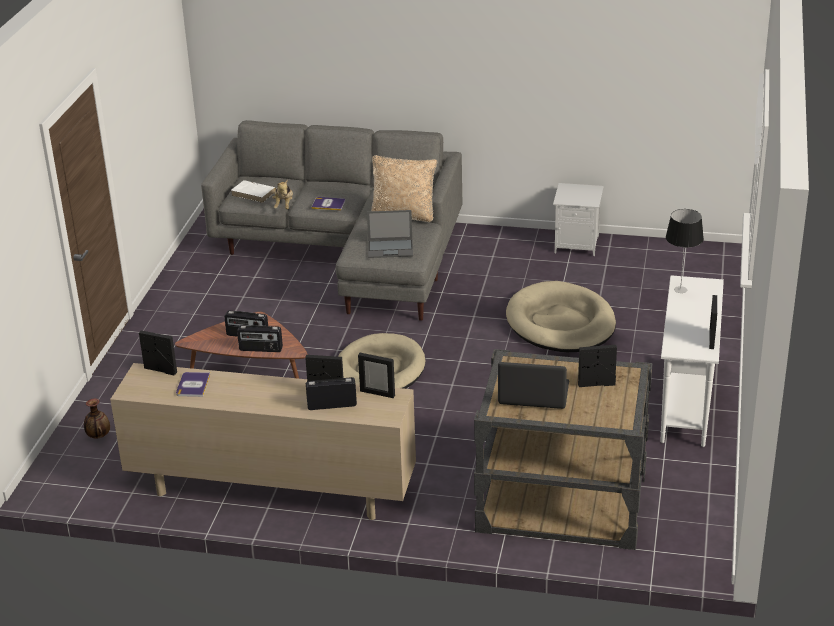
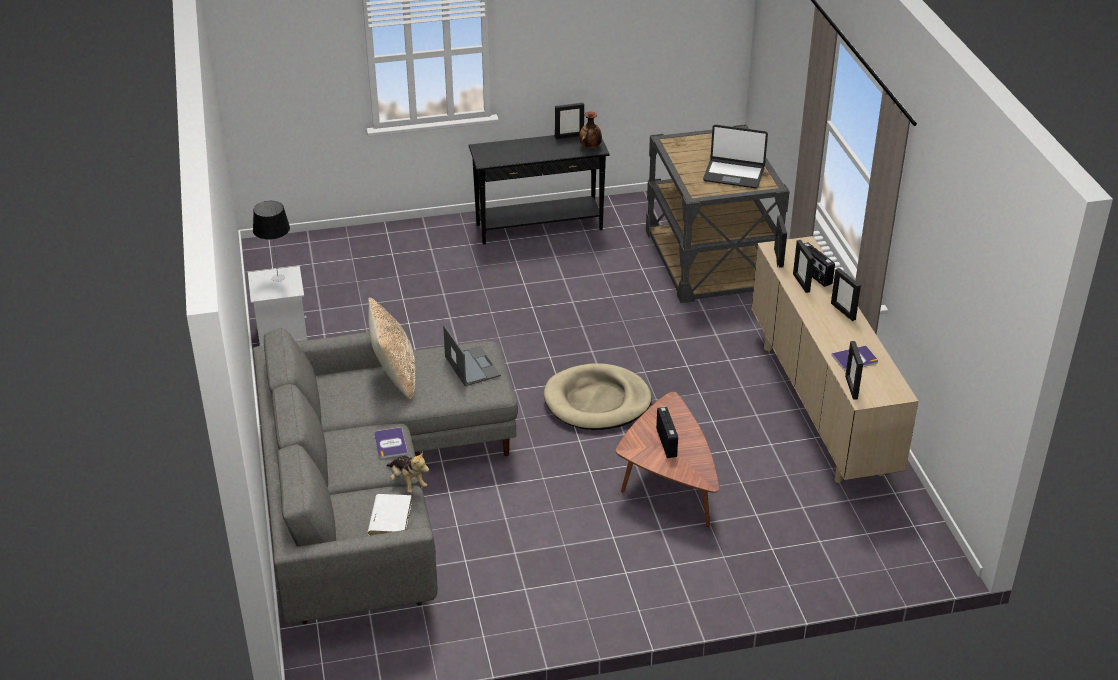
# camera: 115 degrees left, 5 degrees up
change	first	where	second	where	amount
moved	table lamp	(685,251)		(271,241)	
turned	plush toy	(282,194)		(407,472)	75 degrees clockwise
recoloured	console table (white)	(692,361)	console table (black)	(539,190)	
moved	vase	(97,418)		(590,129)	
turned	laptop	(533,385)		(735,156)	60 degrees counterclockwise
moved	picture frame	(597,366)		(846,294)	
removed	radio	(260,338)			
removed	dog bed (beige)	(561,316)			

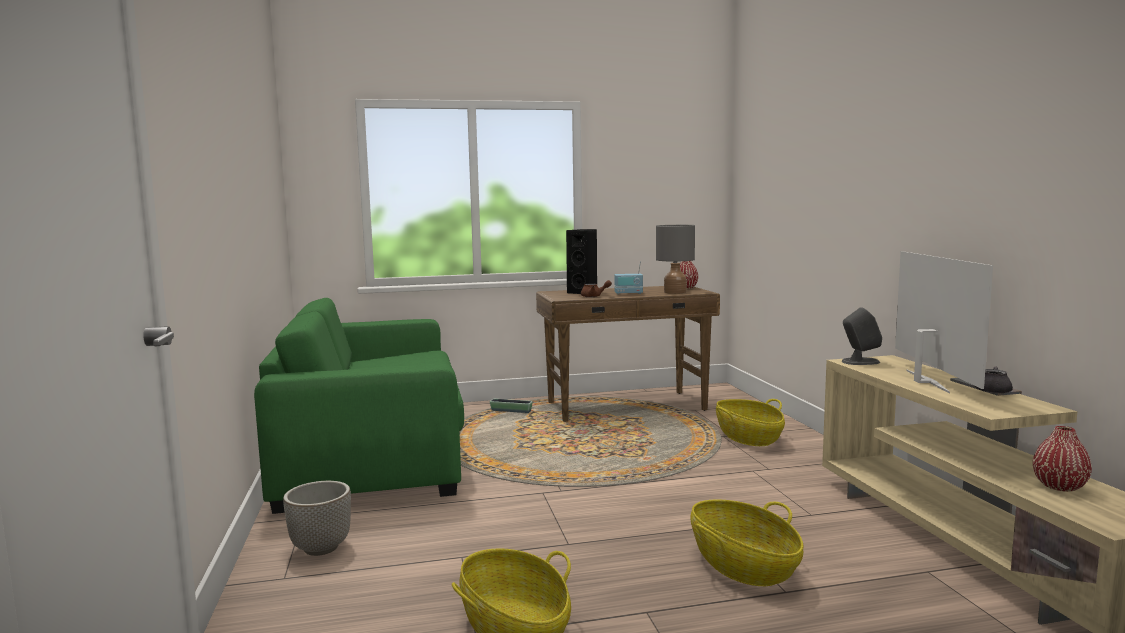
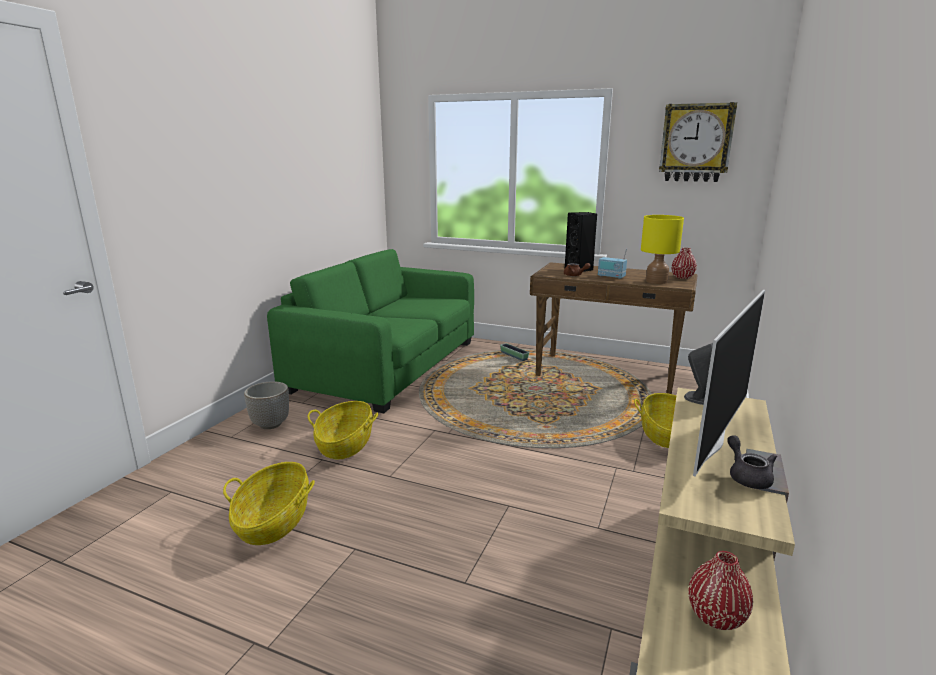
# camera: 35 degrees right, 10 degrees up
change	first	where	second	where	amount
moved	basket	(747,543)		(343,430)	
recoloured	table lamp (grey)	(675,259)	table lamp (yellow)	(662,249)	
added			wall clock	(698,142)	

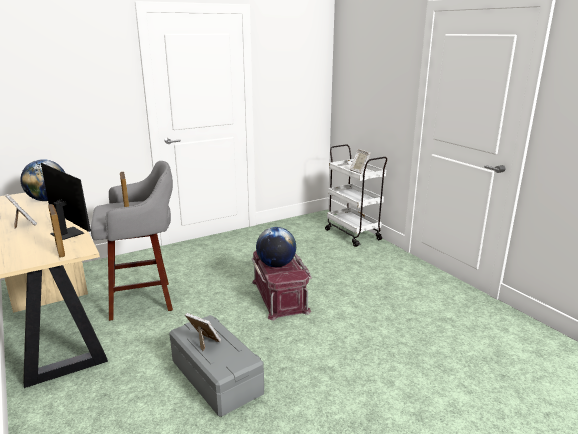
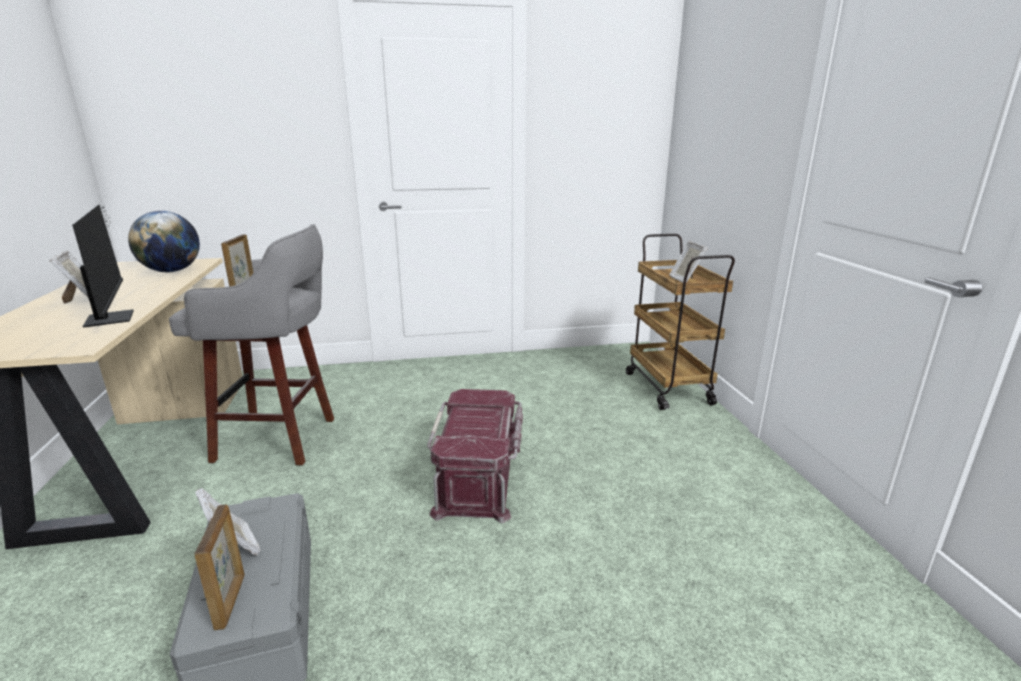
# camera: 20 degrees right, 0 degrees up
change	first	where	second	where	amount
moved	picture frame	(56,231)		(219,567)	
recoloured	cart (white)	(356,195)	cart (brown)	(680,322)	
removed	globe	(276,247)			

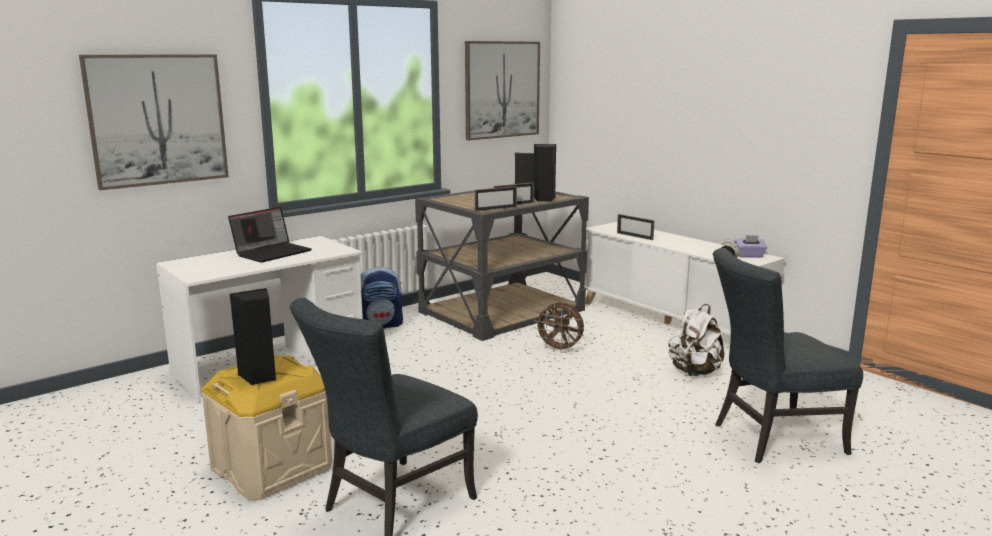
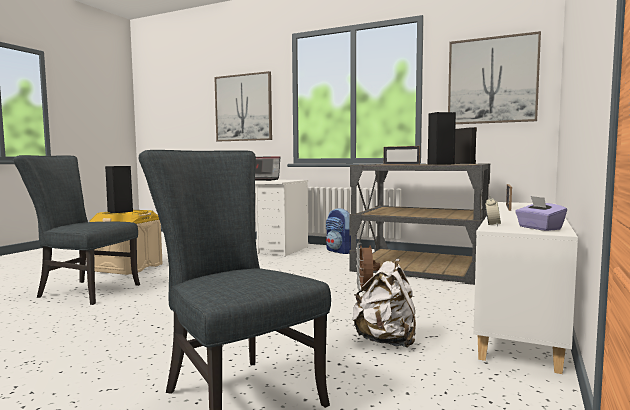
# camera: 65 degrees right, 10 degrees down
change	first	where	second	where	amount
removed	picture frame	(496,199)			

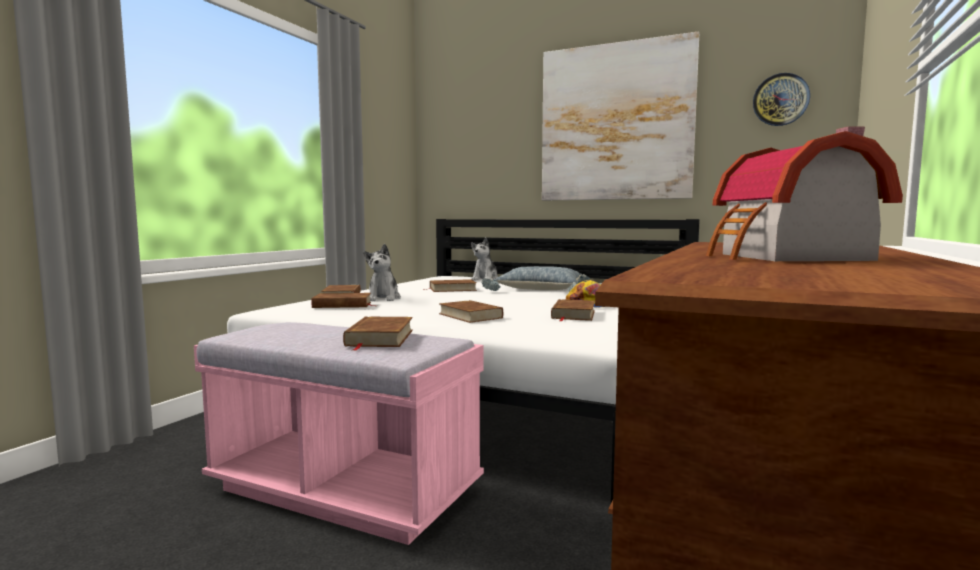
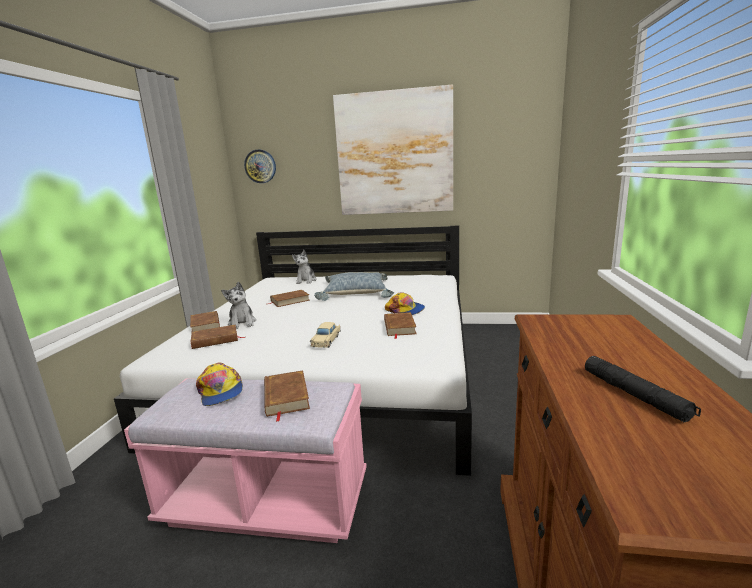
# camera: 15 degrees left, 10 degrees up
change	first	where	second	where	amount
added			cap	(219,384)	
moved	wall clock	(781,99)		(260,166)	
replaced	book (brown)	(471,311)	toy car (beige)	(325,335)	
replaced	toy house	(804,193)	flashlight (black)	(643,389)	

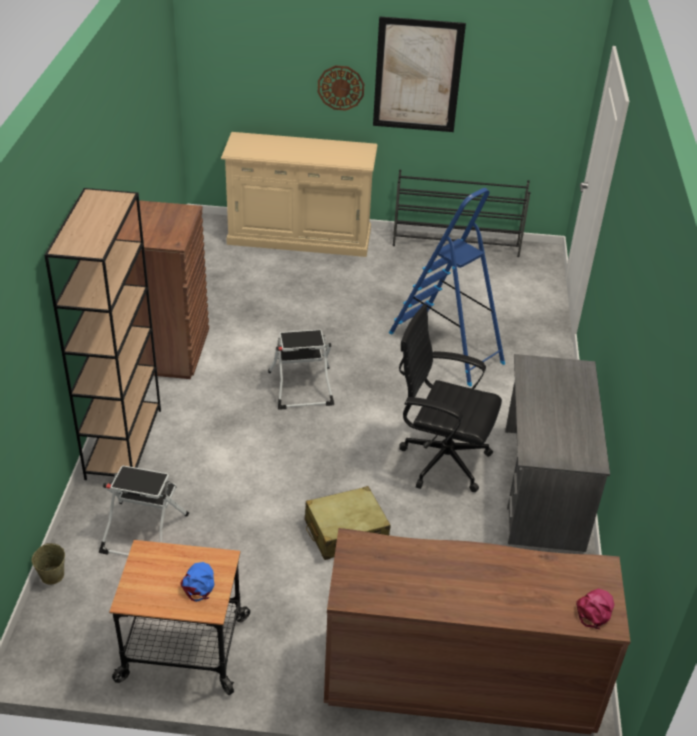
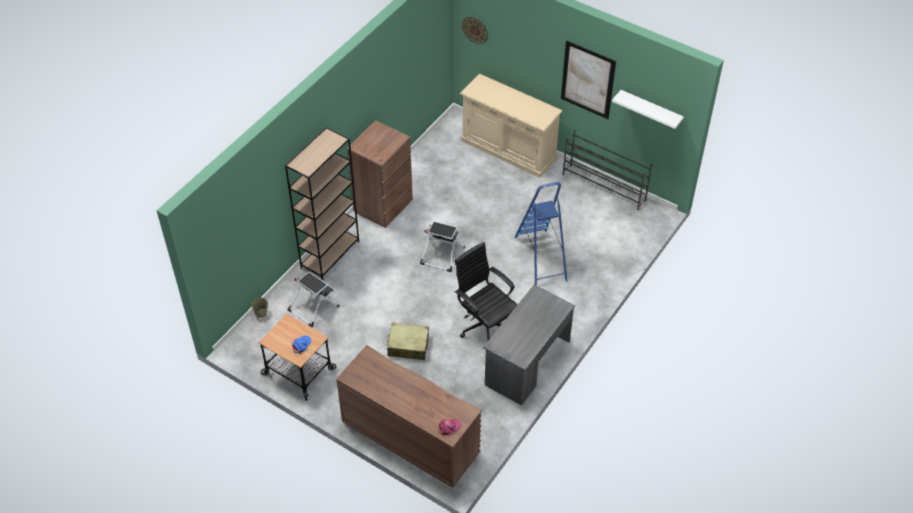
# camera: 30 degrees right, 10 degrees up
change	first	where	second	where	amount
moved	wall clock	(341,88)		(475,30)	
added			shelf (white)	(648,109)	

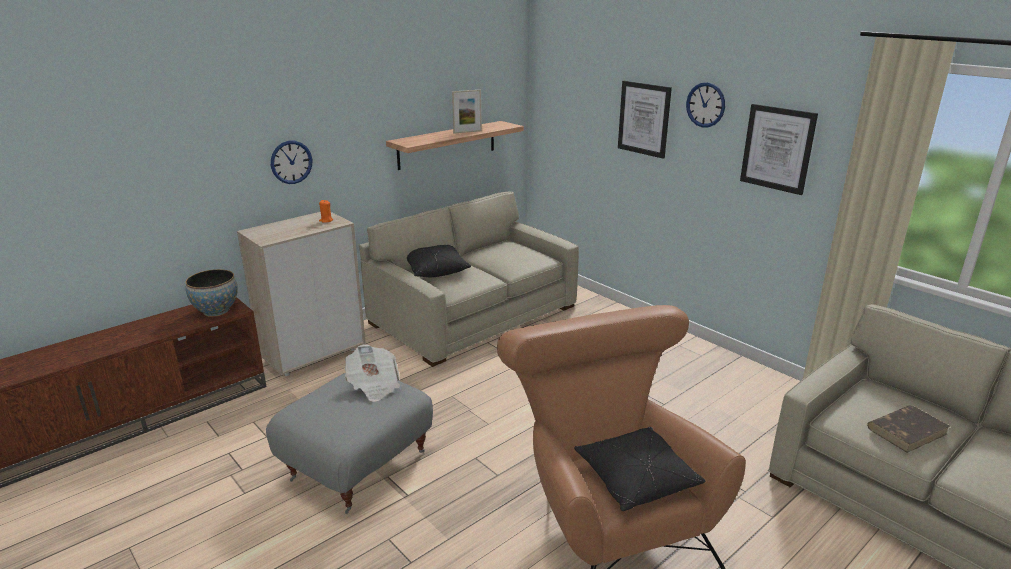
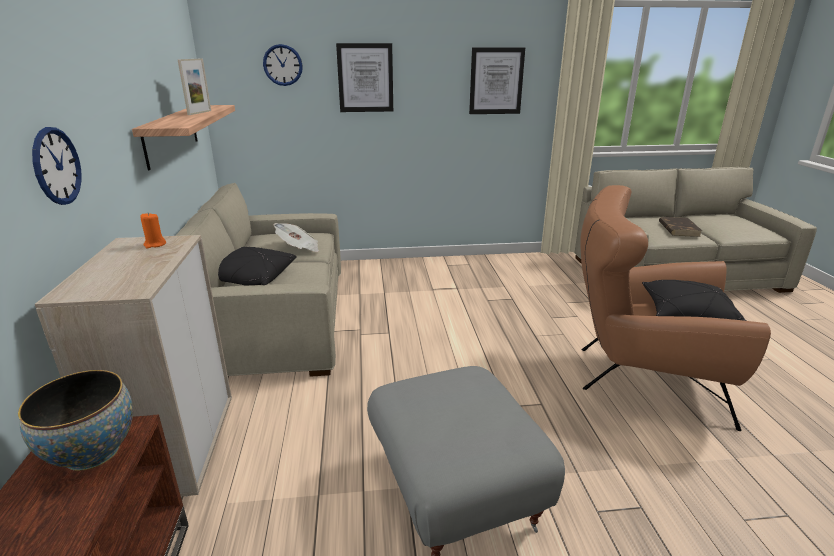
# camera: 55 degrees left, 0 degrees up
change	first	where	second	where	amount
moved	wall clock	(705,104)		(283,65)	
moved	newspaper	(372,373)		(296,237)	

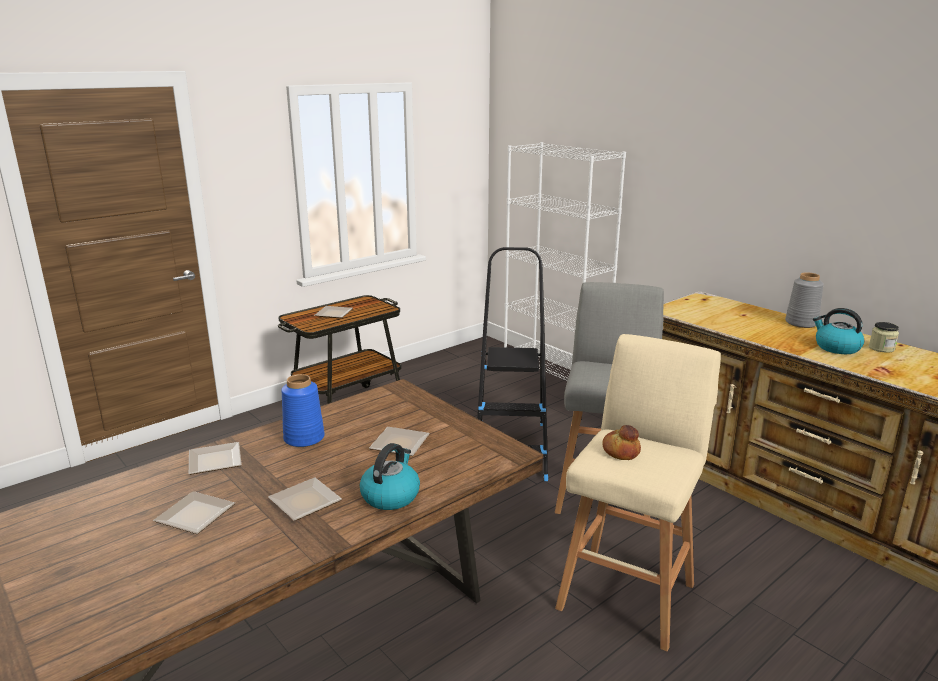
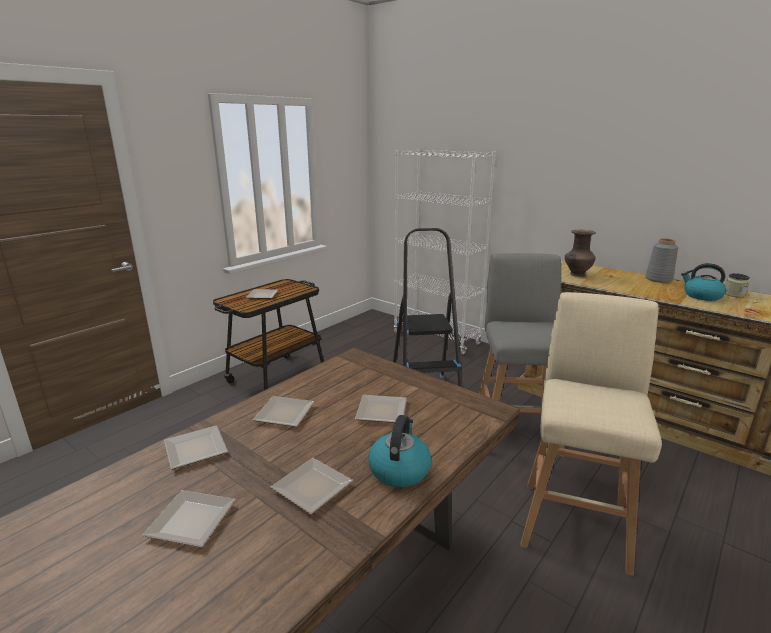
# camera: 10 degrees left, 0 degrees up
change	first	where	second	where	amount
replaced	vase (blue)	(303,410)	plate	(283,411)	
added			vase (brown)	(580,253)	
removed	bread	(621,442)			

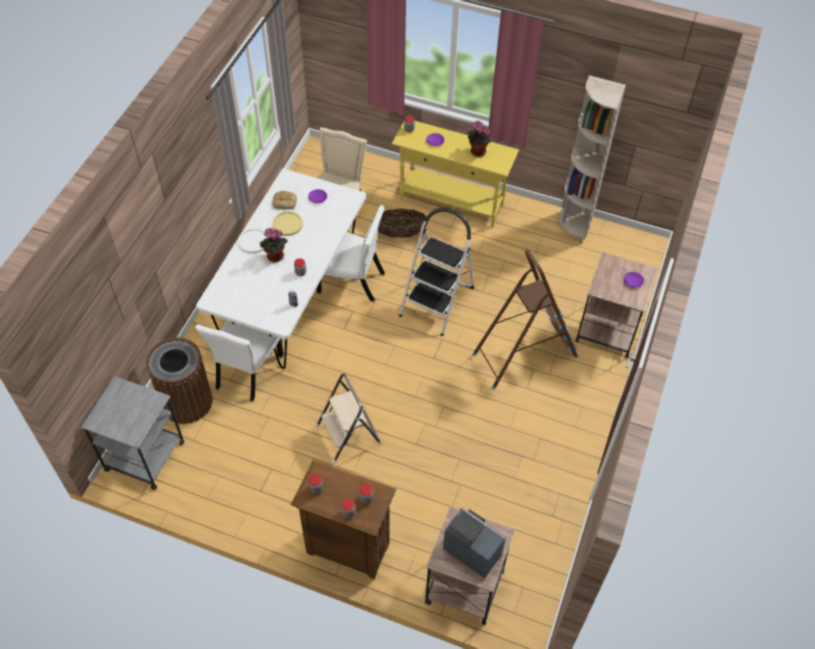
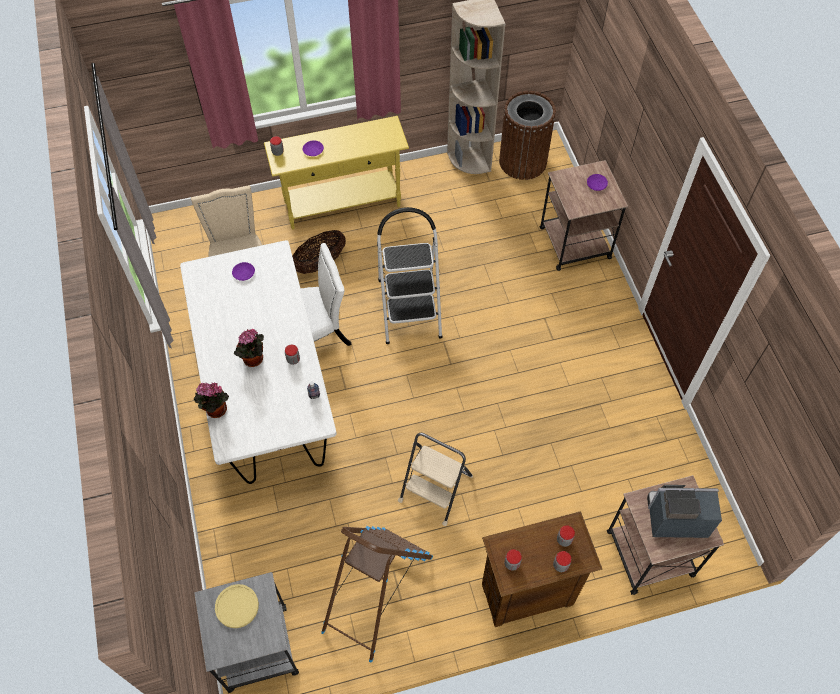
# camera: 35 degrees left, 5 degrees up
change	first	where	second	where	amount
moved	potted plant	(479,138)		(211,400)	
moved	plate (yellow)	(287,223)		(237,606)	
moved	step ladder (brown)	(525,319)		(377,594)	
moved	trash can (brown)	(179,380)		(527,135)	
removed	chair (white)	(239,360)			
removed	plate (white)	(253,240)			
removed	bread	(285,200)			

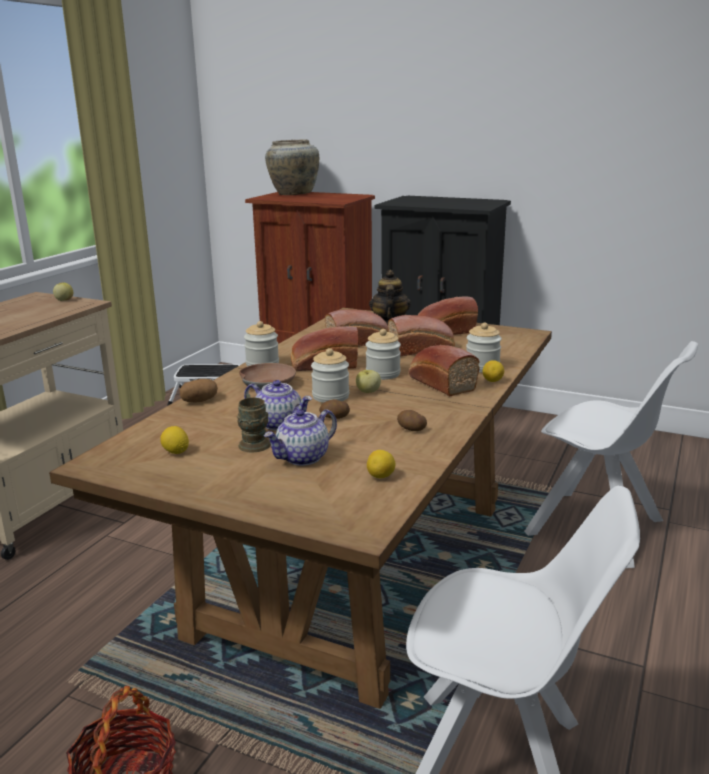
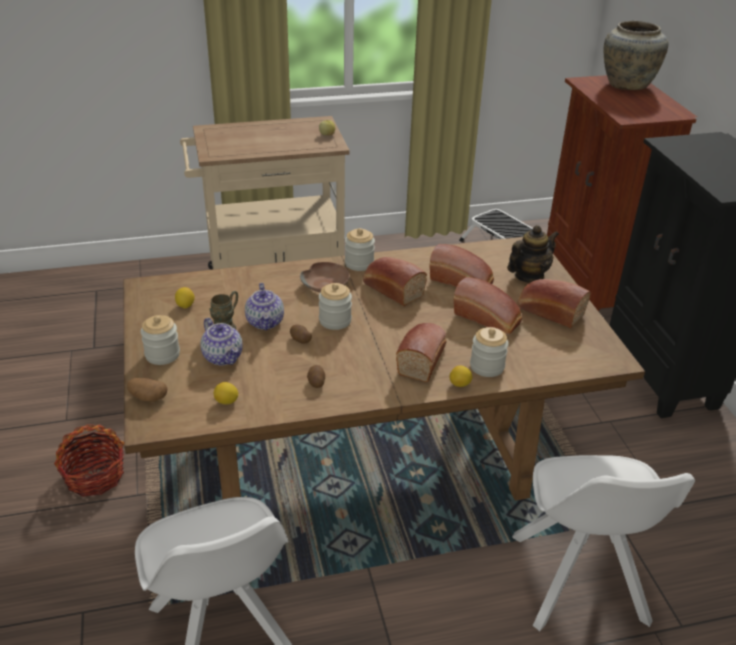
# camera: 50 degrees right, 15 degrees up
change	first	where	second	where	amount
moved	potato	(199,391)		(147,390)	
moved	jar	(383,354)		(160,340)	
turned	teapot	(300,437)		(221,341)	135 degrees counterclockwise
removed	apple	(368,381)			

